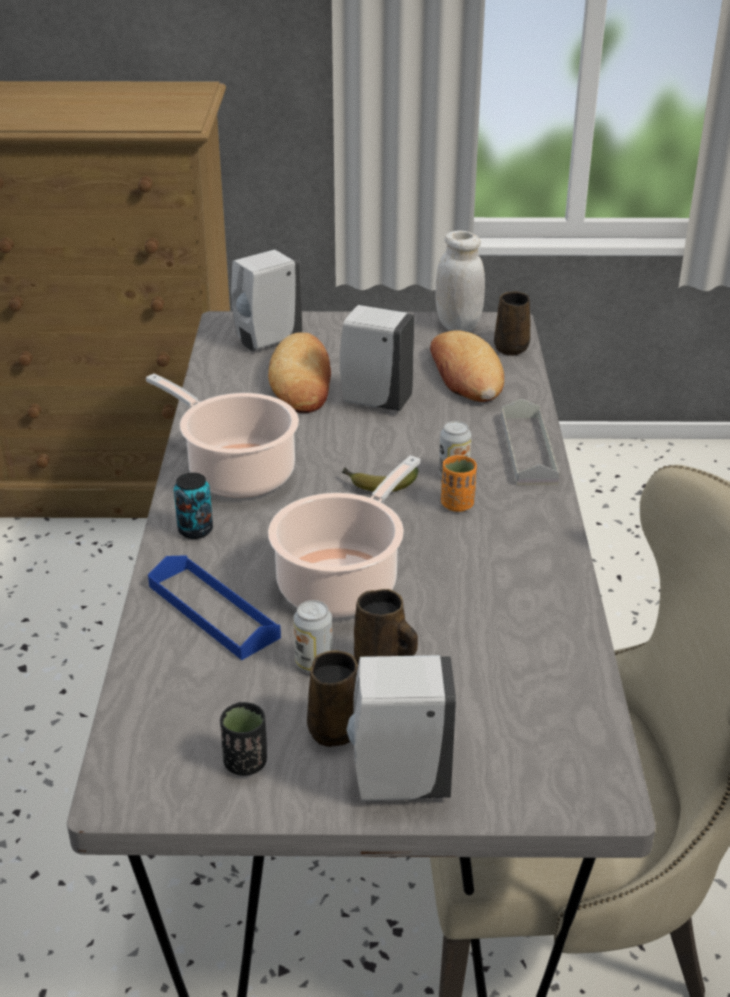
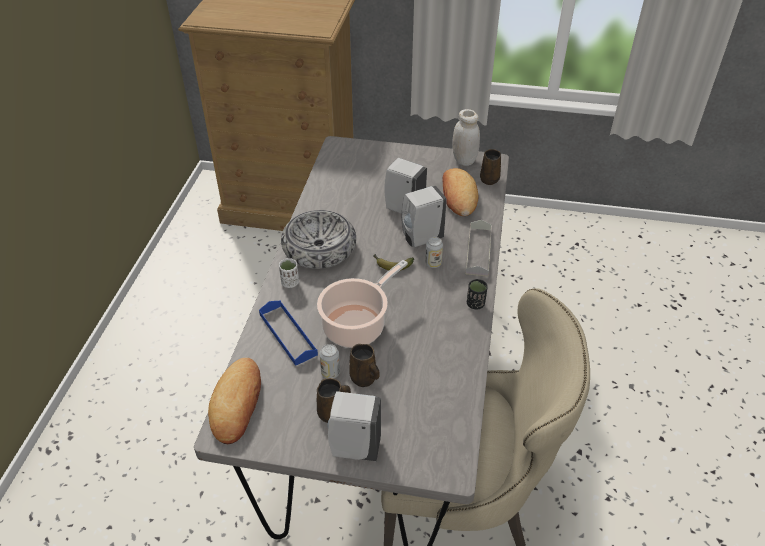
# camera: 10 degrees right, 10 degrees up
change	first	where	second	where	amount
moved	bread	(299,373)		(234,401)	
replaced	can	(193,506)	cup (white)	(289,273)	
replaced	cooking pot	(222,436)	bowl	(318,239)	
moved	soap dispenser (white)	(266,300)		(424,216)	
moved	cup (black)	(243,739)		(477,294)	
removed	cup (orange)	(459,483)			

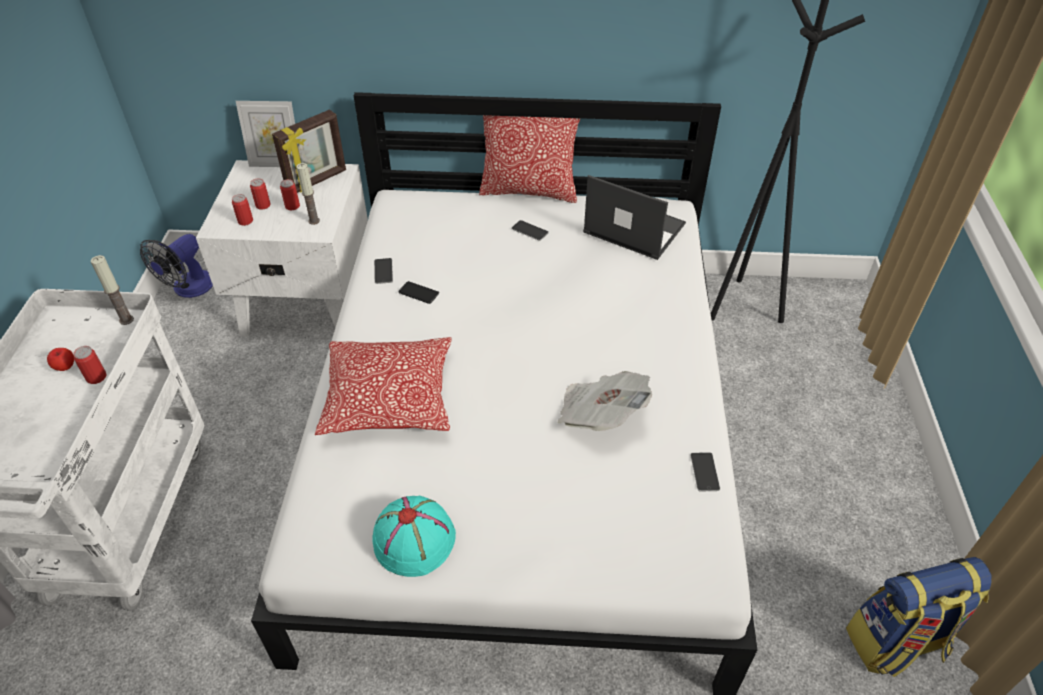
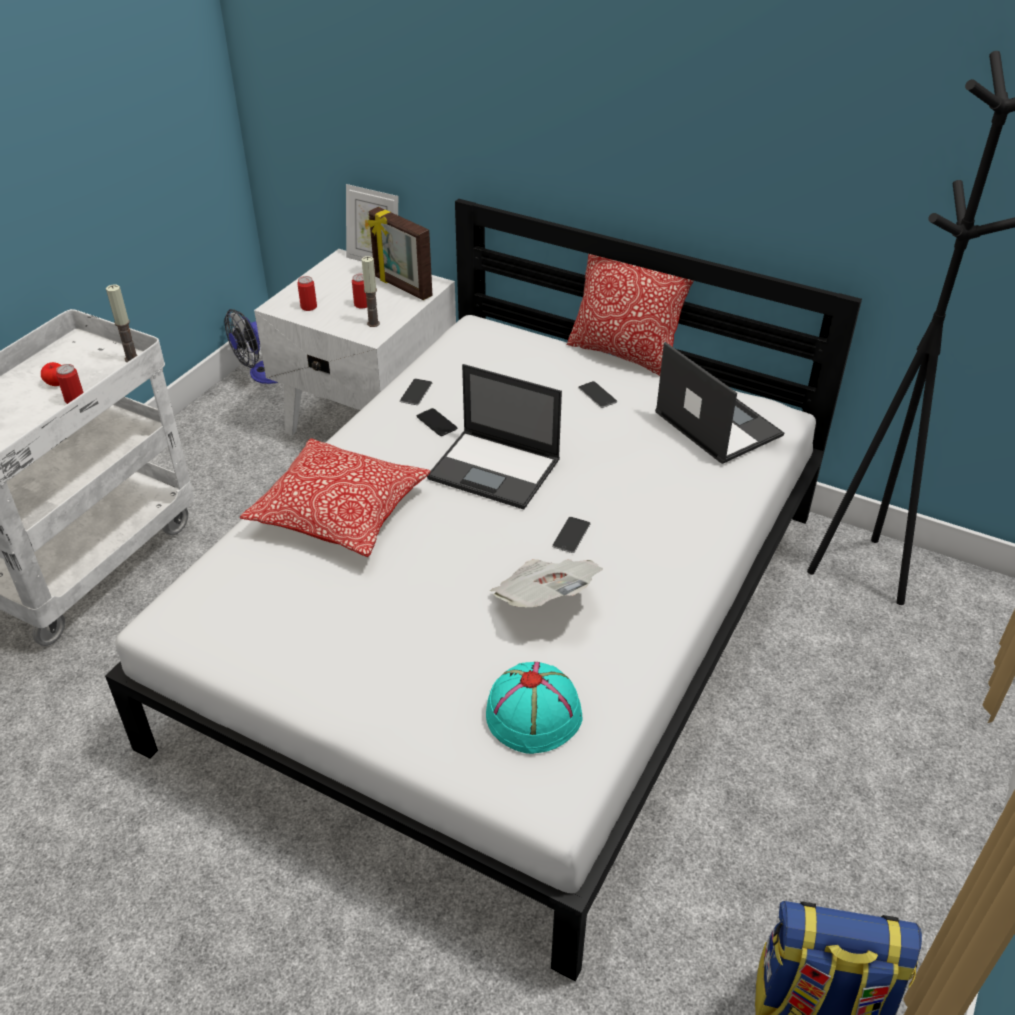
# camera: 25 degrees right, 5 degrees down
change	first	where	second	where	amount
turned	picture frame	(309,151)		(400,253)	60 degrees clockwise
added			laptop	(494,437)	
moved	hat (turquoise)	(414,536)		(534,708)	
moved	phone	(705,471)		(571,535)	
removed	can	(260,194)			

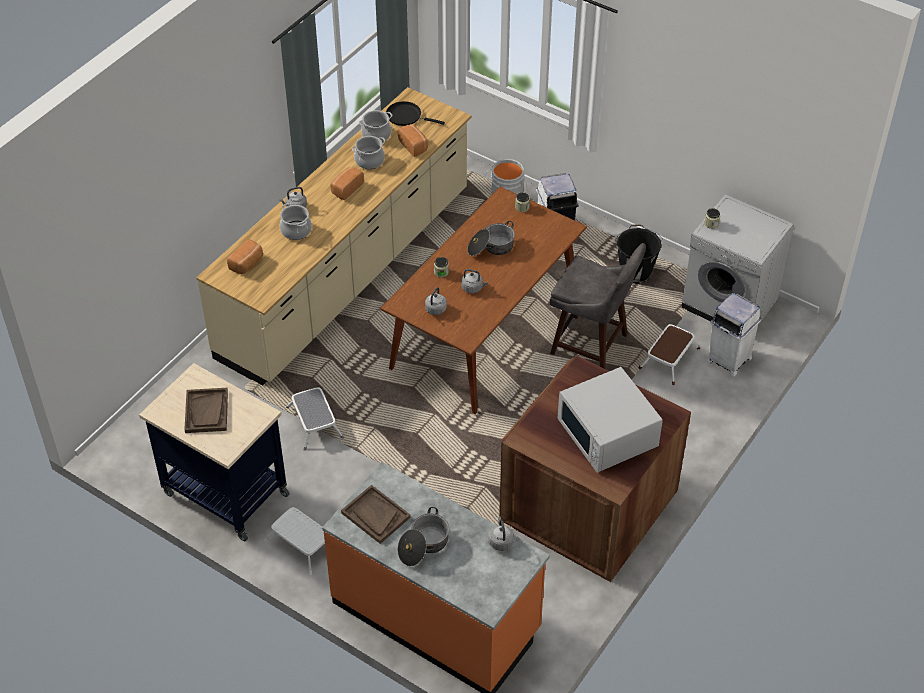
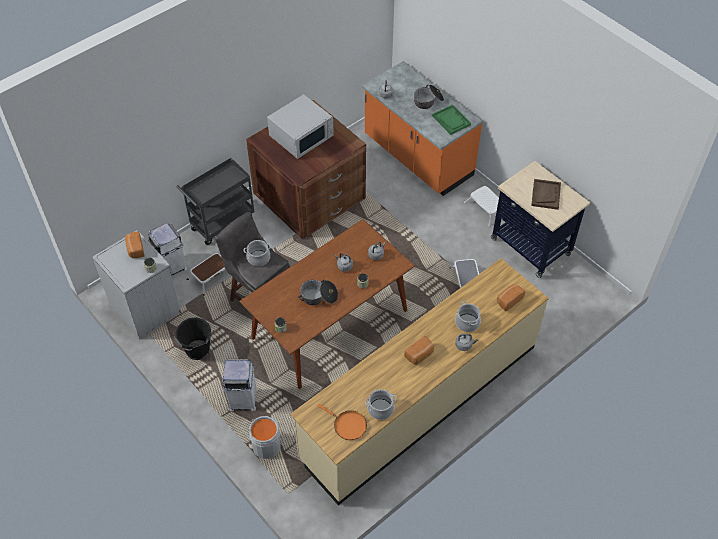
# camera: 165 degrees left, 5 degrees up
change	first	where	second	where	amount
moved	bread	(413,140)		(134,244)	
added			cart (grey)	(215,201)	
moved	cooking pot	(369,152)		(257,253)	
turned	microwave (white)	(610,420)		(300,126)	60 degrees clockwise
recoloured	frying pan (black)	(415,113)	frying pan (orange)	(342,422)	
recoloured	tray (brown)	(376,514)	tray (green)	(451,119)	

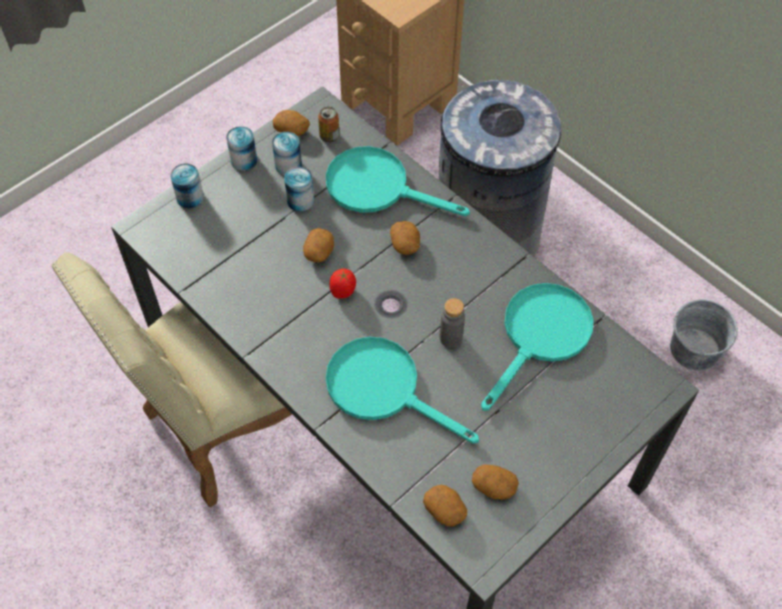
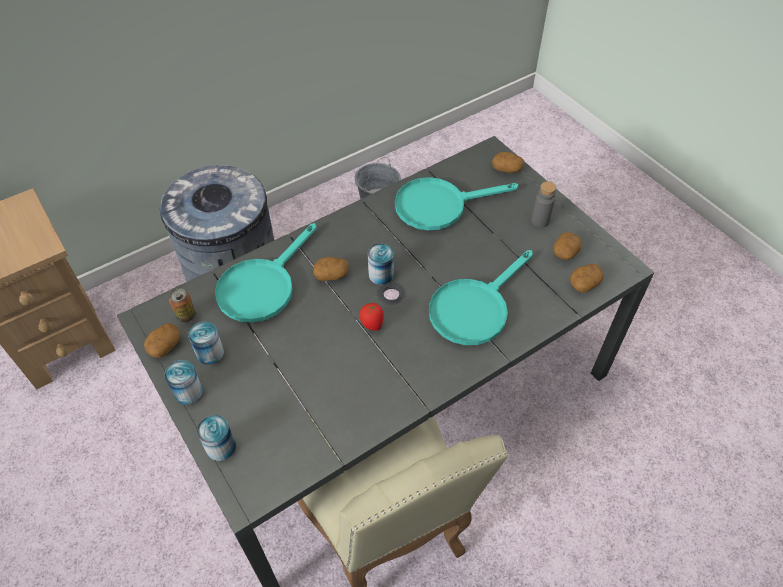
# camera: 80 degrees left, 5 degrees down
change	first	where	second	where	amount
moved	can	(299,189)		(381,264)	
turned	frying pan (turquoise)	(537,347)		(457,204)	60 degrees counterclockwise
moved	potato	(318,245)		(508,162)	
moved	bottle (grey)	(452,323)		(543,204)	

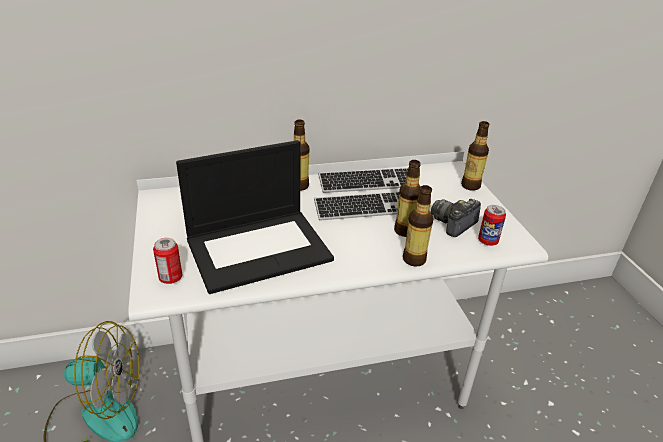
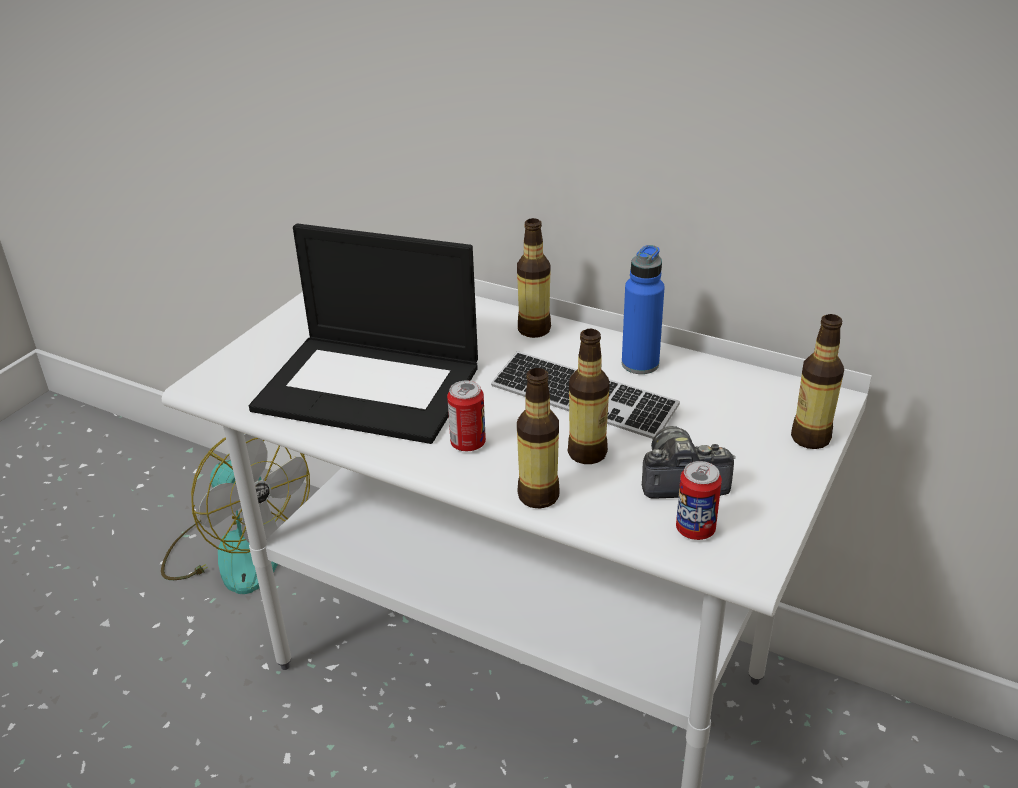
# camera: 45 degrees right, 0 degrees up
change	first	where	second	where	amount
moved	can	(167,261)		(466,416)	
replaced	keyboard	(363,180)	bottle (blue)	(643,309)	

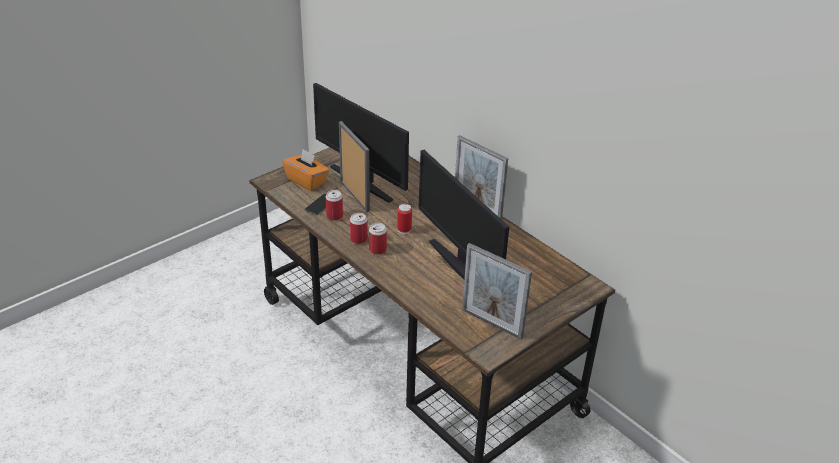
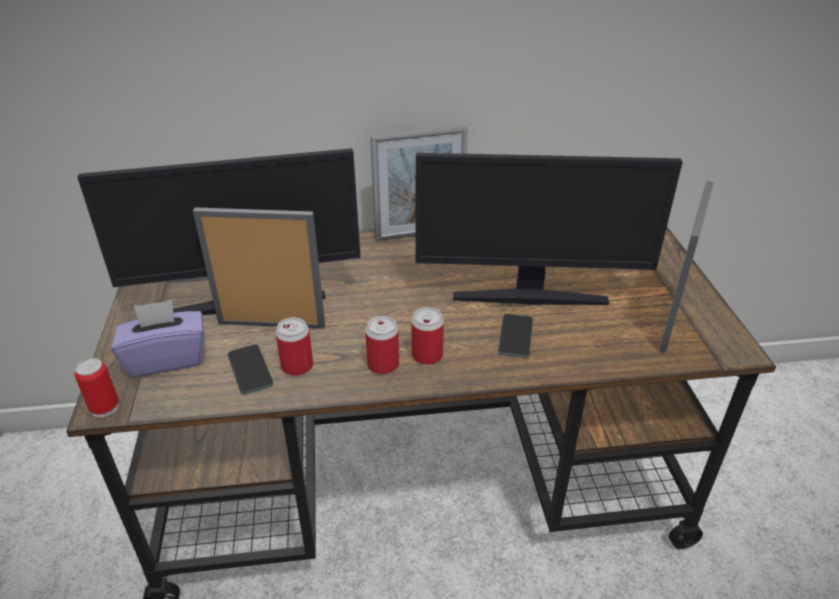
# camera: 55 degrees left, 0 degrees up
change	first	where	second	where	amount
moved	can	(404,219)		(96,387)	
recoloured	tissue box (orange)	(305,170)	tissue box (purple)	(157,338)	
added			phone	(515,336)	
turned	picture frame	(497,291)		(686,267)	135 degrees clockwise

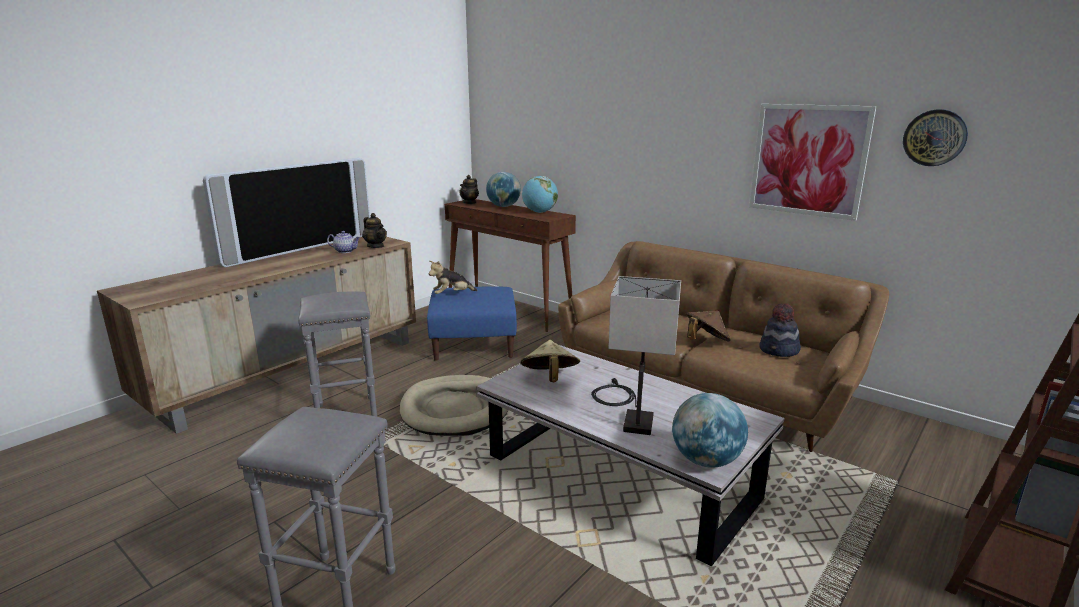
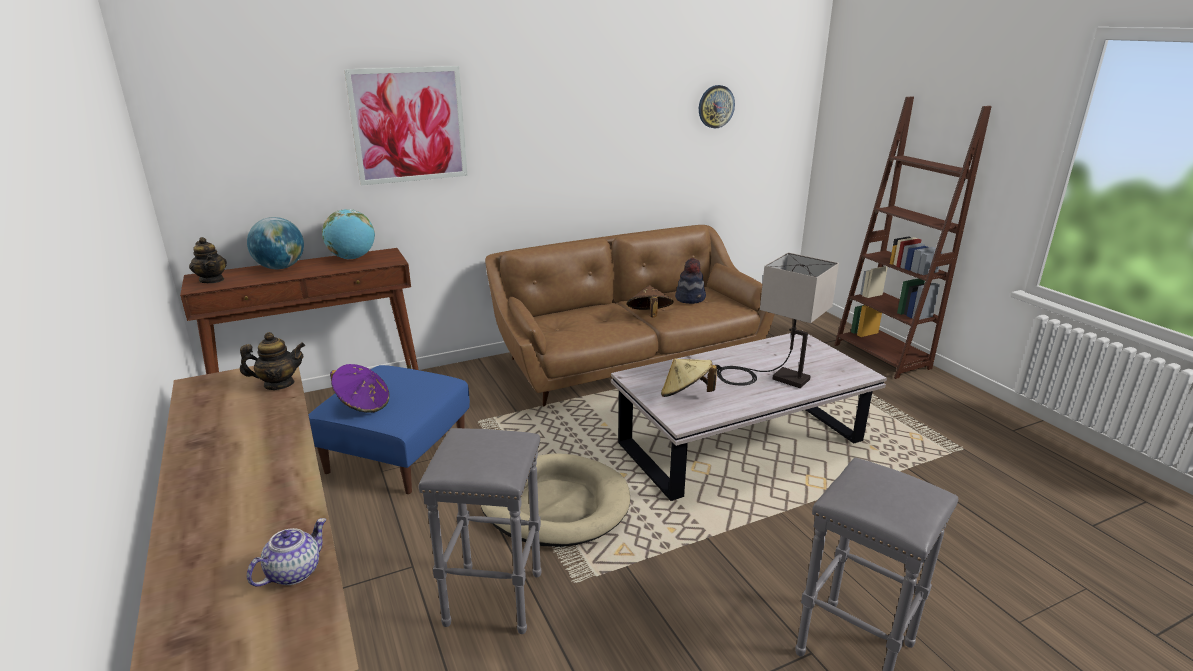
# camera: 65 degrees left, 5 degrees up
change	first	where	second	where	amount
moved	teapot	(343,242)		(287,552)	
replaced	plush toy	(453,277)	hat (purple)	(360,388)	
moved	picture	(813,162)		(406,125)	
removed	television	(286,212)			
removed	globe	(710,430)			

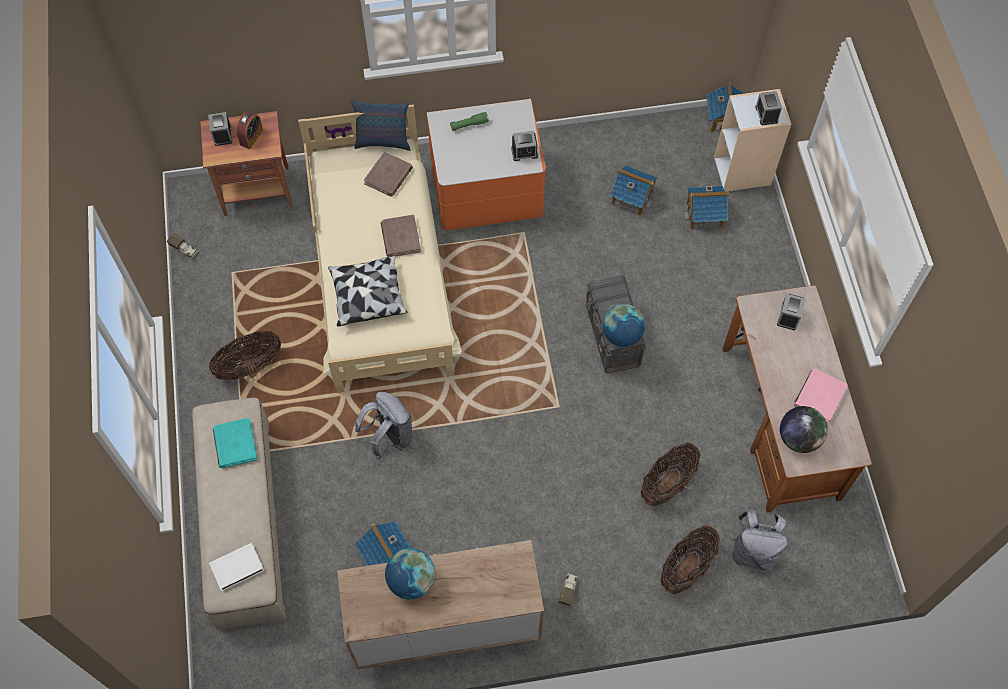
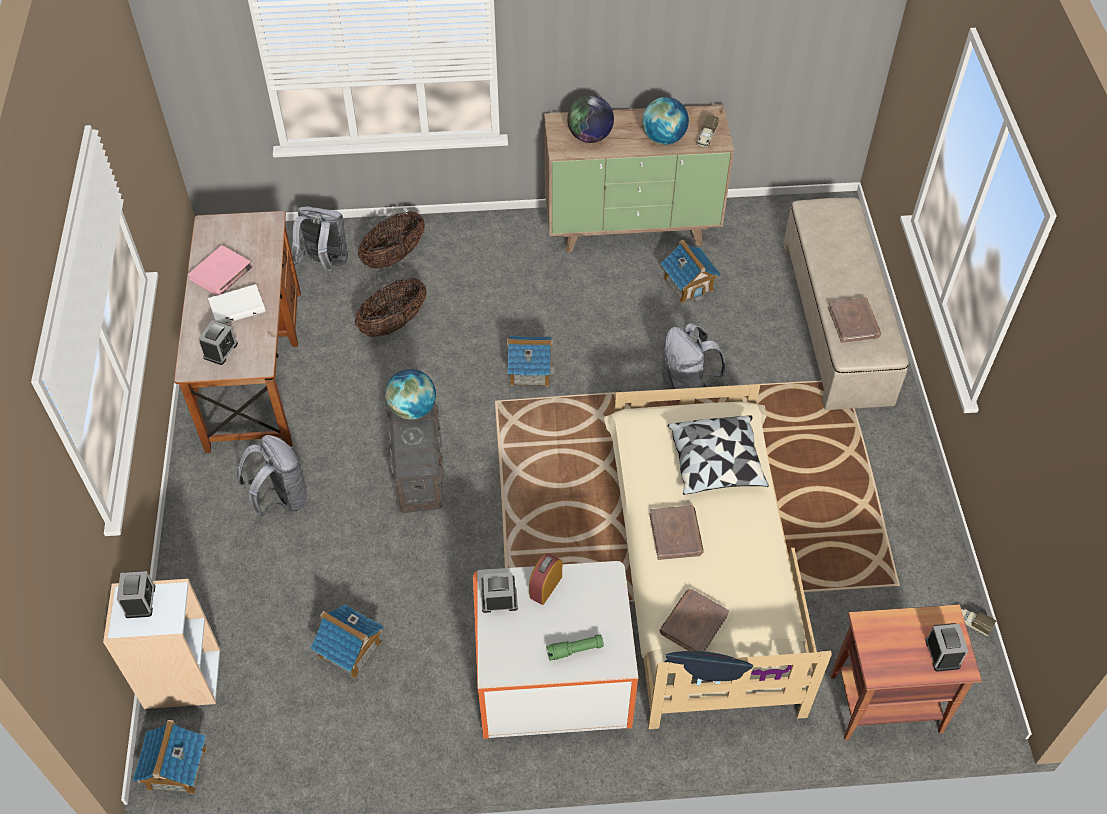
# camera: 175 degrees left, 10 degrees down
change	first	where	second	where	amount
moved	book (white)	(236,567)		(237,304)	
added			backpack (grey)	(272,476)	
moved	toy house	(706,208)		(531,361)	
moved	alarm clock	(249,130)		(545,579)	
moved	globe	(804,429)		(590,119)	
moved	toy truck	(568,590)		(707,131)	
recoloured	book (turquoise)	(235,443)	book (brown)	(854,320)	
removed	basket	(245,355)			

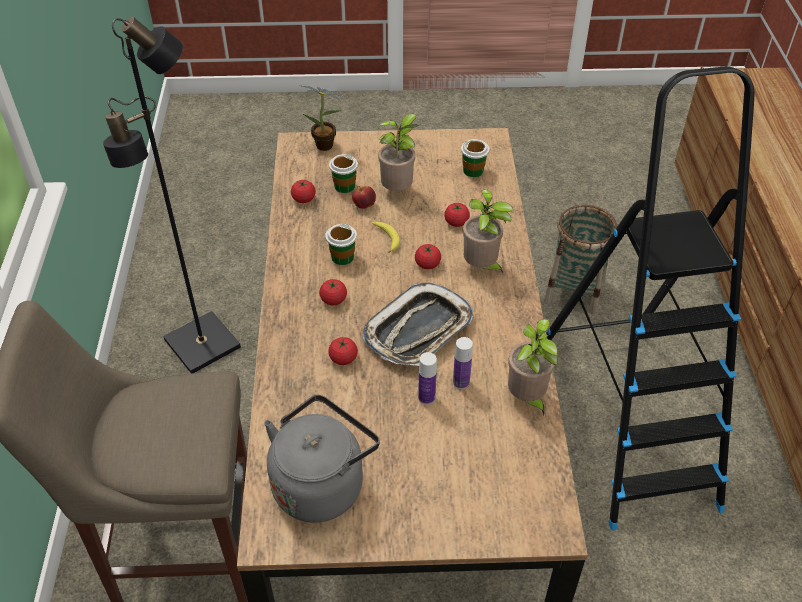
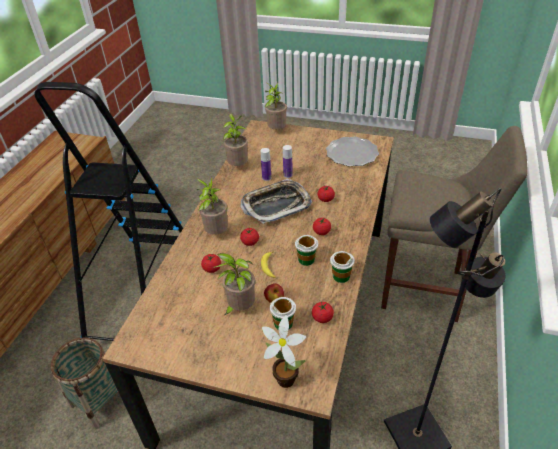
# camera: 160 degrees left, 5 degrees down
change	first	where	second	where	amount
added			potted plant	(276,105)	
replaced	kettle (grey)	(322,459)	plate	(352,151)	
moved	cup	(475,158)		(342,267)	

